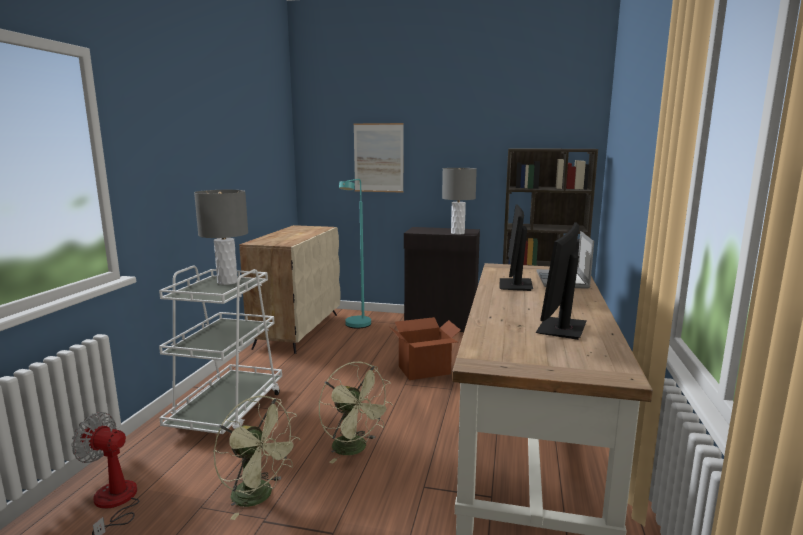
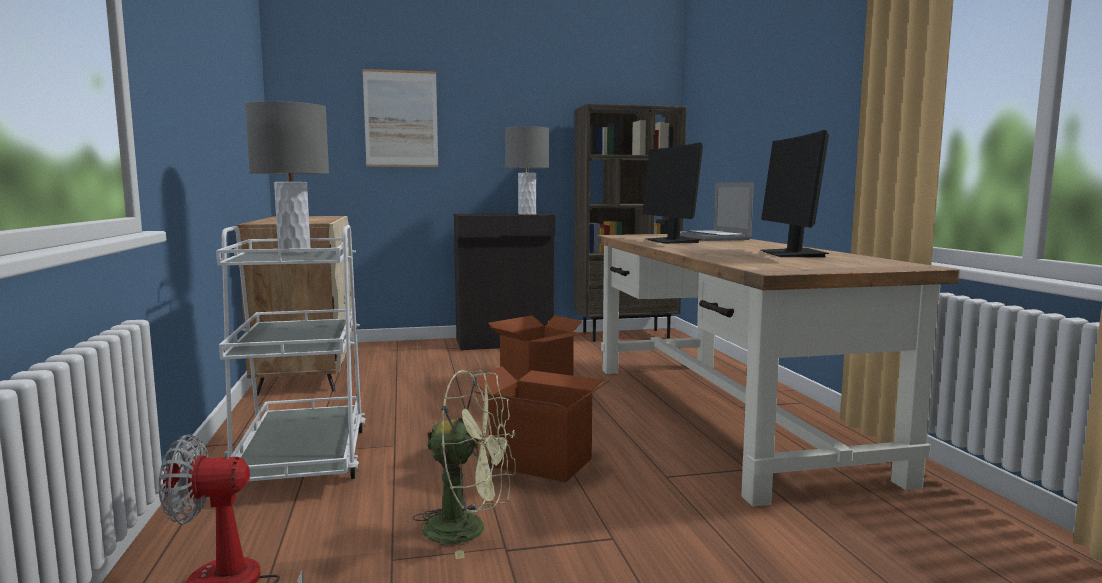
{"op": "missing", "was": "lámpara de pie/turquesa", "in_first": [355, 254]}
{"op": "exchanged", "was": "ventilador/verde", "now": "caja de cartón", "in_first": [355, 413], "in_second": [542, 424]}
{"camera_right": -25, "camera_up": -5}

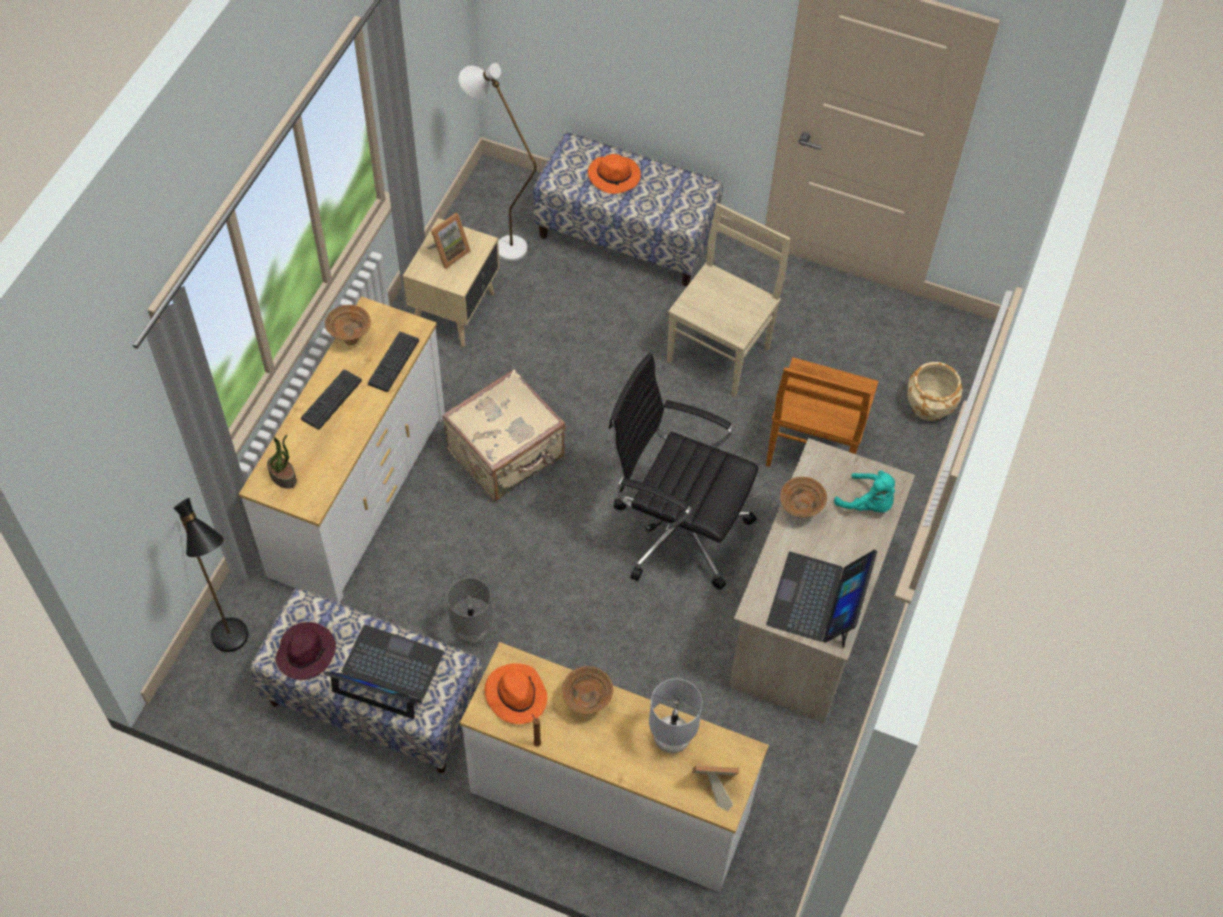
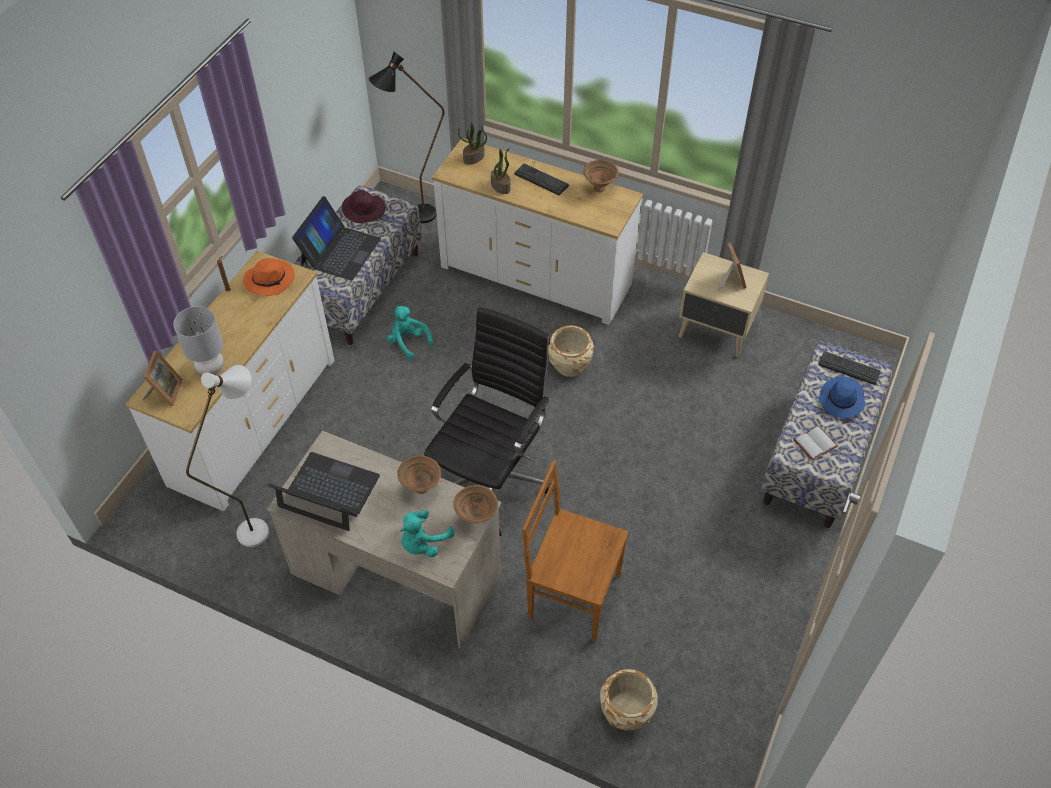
{"op": "relocated", "was": "lámpara de pie/blanco", "in_first": [498, 162], "in_second": [227, 456]}
{"op": "colour", "was": "sombrero/naranja", "now": "sombrero/azul", "in_first": [614, 174], "in_second": [842, 397]}
{"op": "missing", "was": "silla/beis", "in_first": [729, 300]}
{"op": "spun", "was": "portarretratos", "in_first": [449, 241], "in_second": [732, 266], "clockwise": -150}
{"op": "relocated", "was": "teclado", "in_first": [393, 362], "in_second": [849, 368]}
{"op": "exchanged", "was": "maleta/beis", "now": "maceta/beis", "in_first": [503, 435], "in_second": [571, 351]}
{"op": "exchanged", "was": "lámpara de mesa/gris", "now": "peluche/turquesa", "in_first": [470, 611], "in_second": [410, 333]}
{"op": "relocated", "was": "cuenco/marrón", "in_first": [587, 690], "in_second": [475, 504]}
{"op": "appeared", "now": "planta en maceta", "in_second": [500, 171]}
{"op": "appeared", "now": "libro/blanco", "in_second": [816, 443]}
{"camera_right": 95, "camera_up": -5}

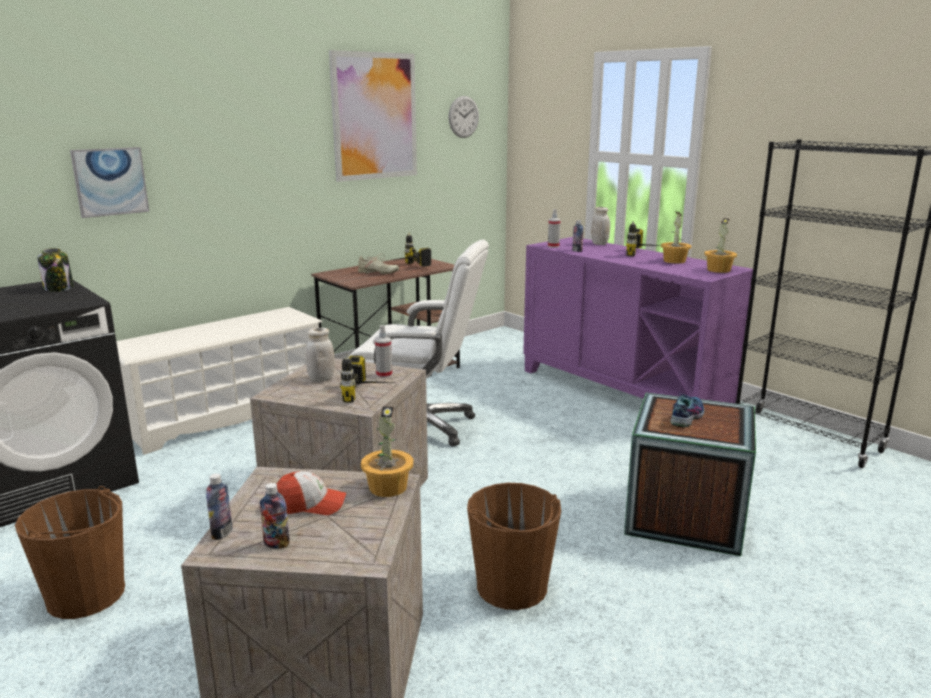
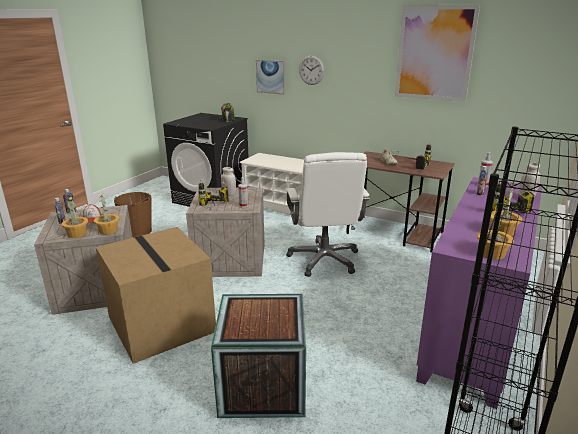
{"op": "relocated", "was": "reloj de pared", "in_first": [463, 117], "in_second": [312, 70]}
{"op": "missing", "was": "zapato", "in_first": [687, 409]}
{"op": "exchanged", "was": "cubo/marrón", "now": "caja de cartón", "in_first": [514, 546], "in_second": [156, 295]}
{"op": "appeared", "now": "planta en maceta", "in_second": [75, 217]}
{"camera_right": 70, "camera_up": 5}

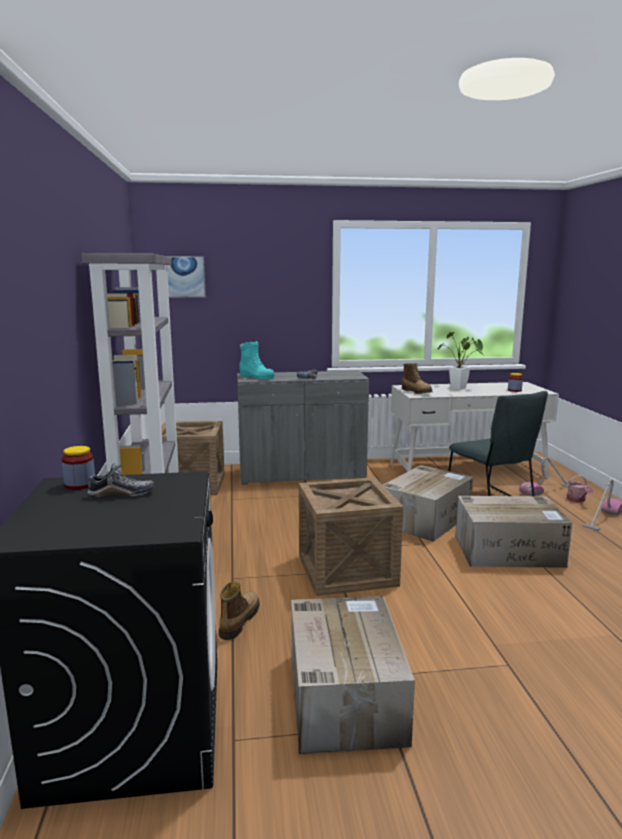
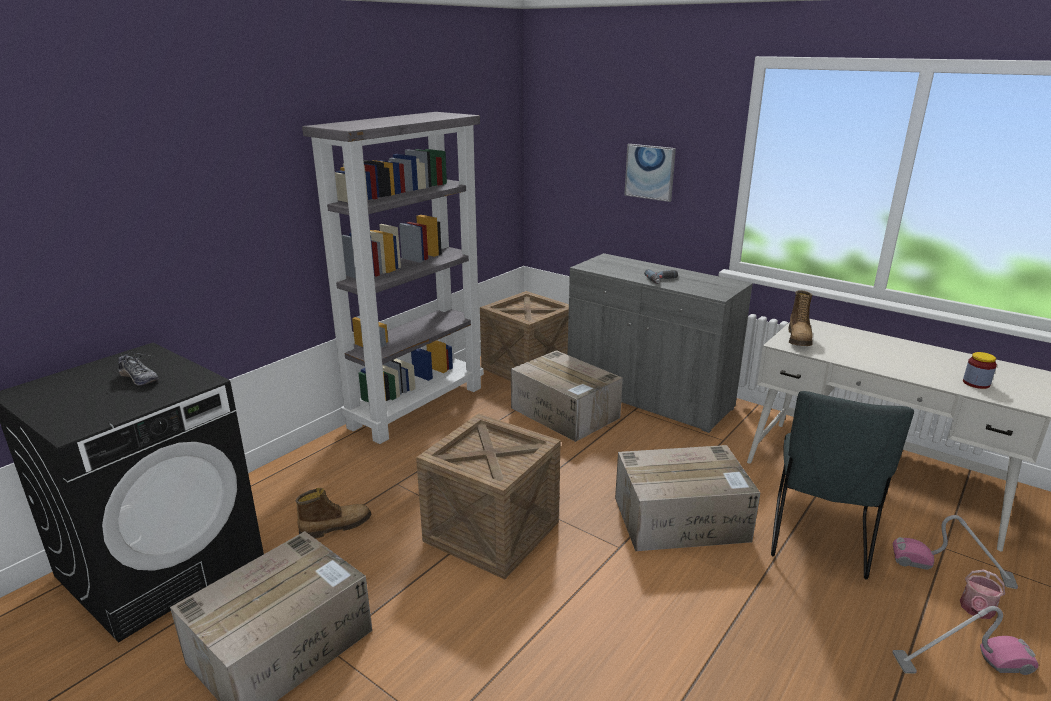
{"op": "relocated", "was": "cuadro", "in_first": [186, 277], "in_second": [650, 173]}
{"op": "missing", "was": "planta en maceta", "in_first": [460, 361]}
{"op": "missing", "was": "bota/turquesa", "in_first": [256, 360]}
{"op": "missing", "was": "tarro", "in_first": [78, 468]}
{"op": "relocated", "was": "caja de cartón", "in_first": [513, 532], "in_second": [567, 396]}
{"camera_right": 45, "camera_up": 10}

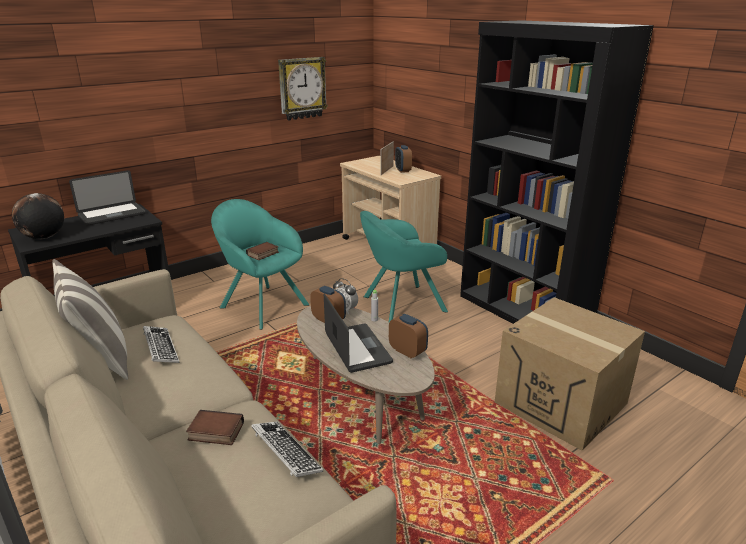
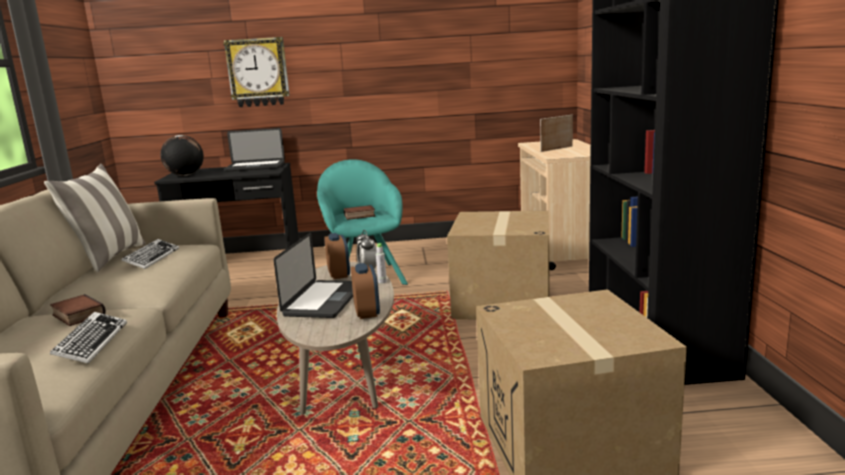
{"op": "relocated", "was": "reloj de pared", "in_first": [303, 89], "in_second": [256, 72]}
{"op": "missing", "was": "despertador", "in_first": [403, 159]}
{"op": "exchanged", "was": "sillón/turquesa", "now": "caja de cartón", "in_first": [404, 266], "in_second": [498, 265]}
{"camera_right": 35, "camera_up": -10}

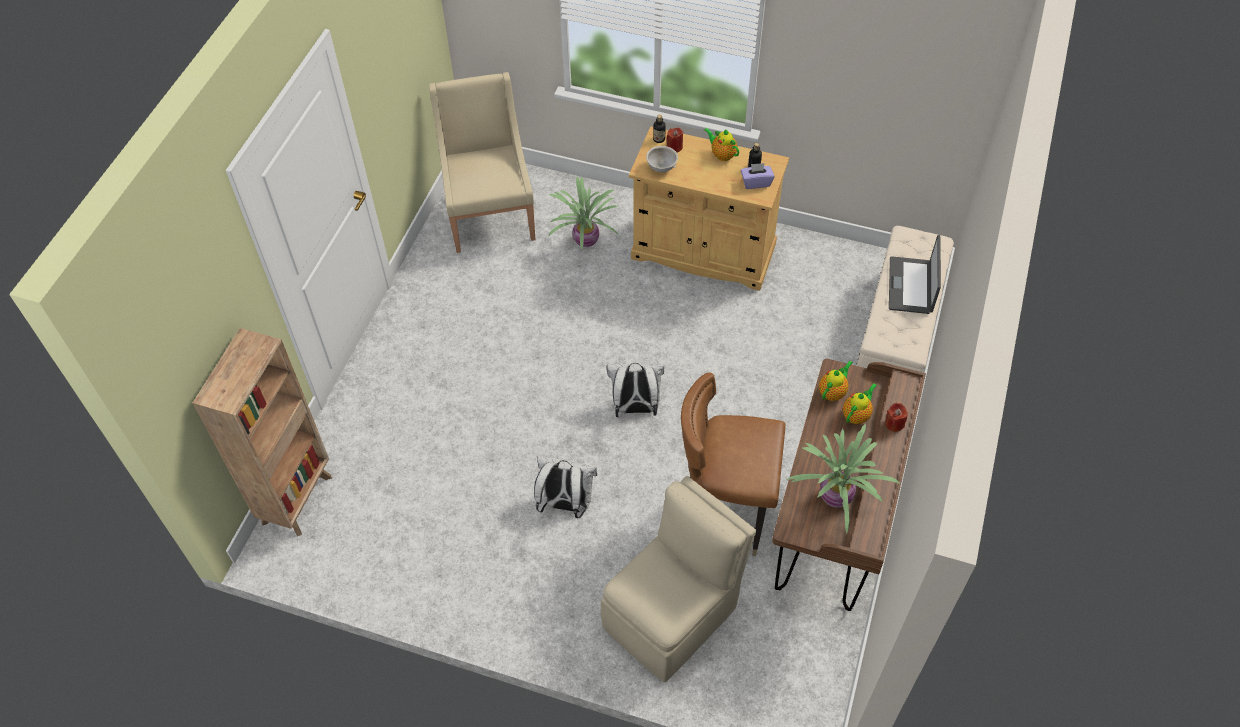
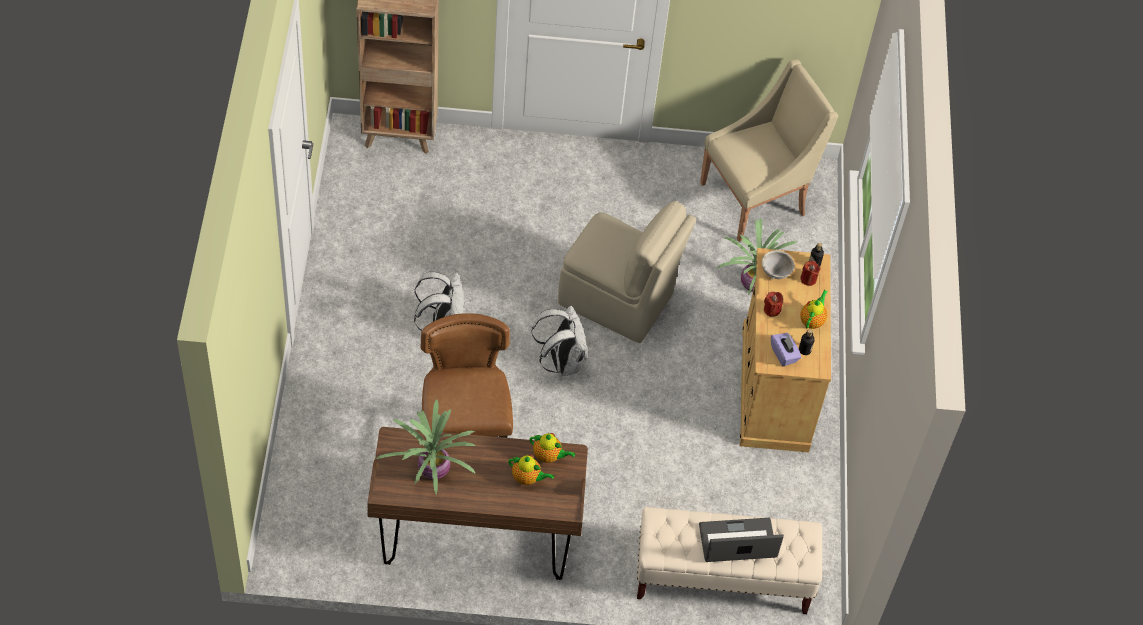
{"op": "relocated", "was": "vela/rojo", "in_first": [896, 417], "in_second": [773, 304]}
{"op": "relocated", "was": "silla/beis", "in_first": [678, 579], "in_second": [627, 272]}
{"camera_right": 70, "camera_up": 0}

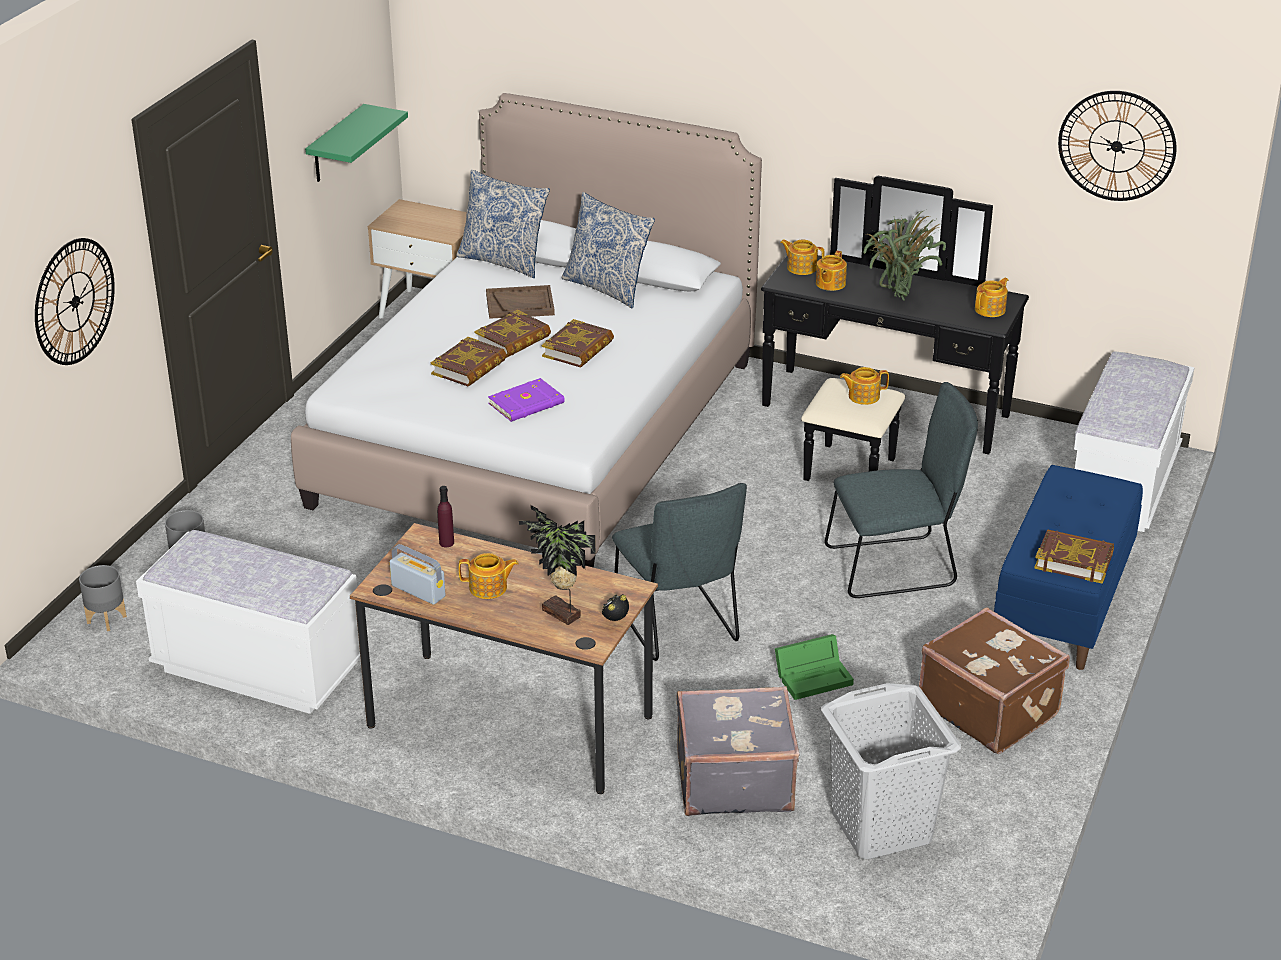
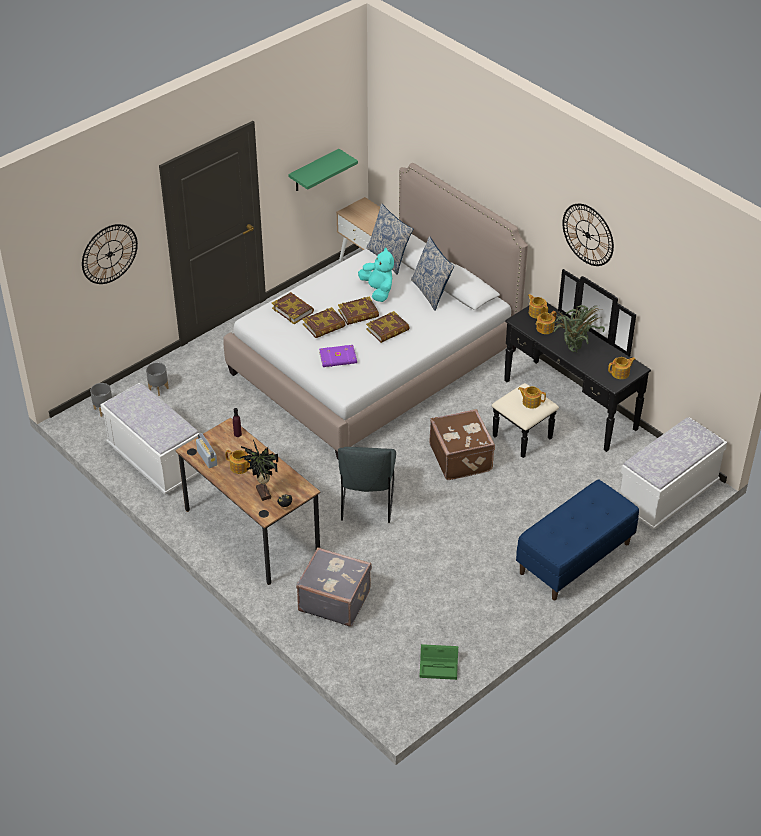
{"op": "relocated", "was": "reloj de pared", "in_first": [1117, 146], "in_second": [588, 235]}
{"op": "exchanged", "was": "bandeja/marrón", "now": "peluche/turquesa", "in_first": [520, 302], "in_second": [376, 275]}
{"op": "missing", "was": "silla/gris", "in_first": [901, 490]}
{"op": "relocated", "was": "libro", "in_first": [1074, 556], "in_second": [293, 308]}
{"op": "relocated", "was": "maleta/marrón", "in_first": [994, 680], "in_second": [462, 444]}
{"op": "relocated", "was": "caja de almacenaje/verde", "in_first": [814, 667], "in_second": [438, 662]}
{"op": "missing", "was": "cesto de la ropa/gris", "in_first": [891, 771]}
{"camera_right": 25, "camera_up": 10}

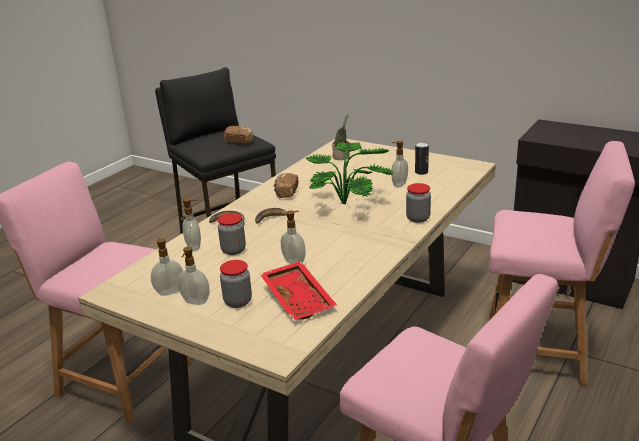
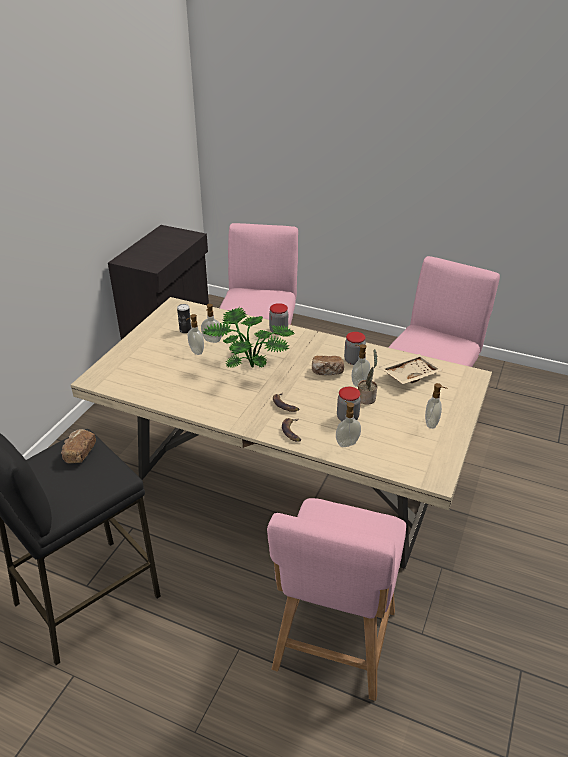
{"op": "relocated", "was": "planta en maceta", "in_first": [341, 136], "in_second": [367, 376]}
{"op": "relocated", "was": "pan", "in_first": [286, 185], "in_second": [328, 365]}
{"op": "relocated", "was": "dispensador de jabón", "in_first": [167, 267], "in_second": [195, 334]}
{"op": "relocated", "was": "tarro", "in_first": [236, 284], "in_second": [355, 348]}
{"op": "colour", "was": "bandeja/rojo", "now": "bandeja/beis", "in_first": [298, 291], "in_second": [411, 369]}
{"camera_right": -100, "camera_up": 10}

